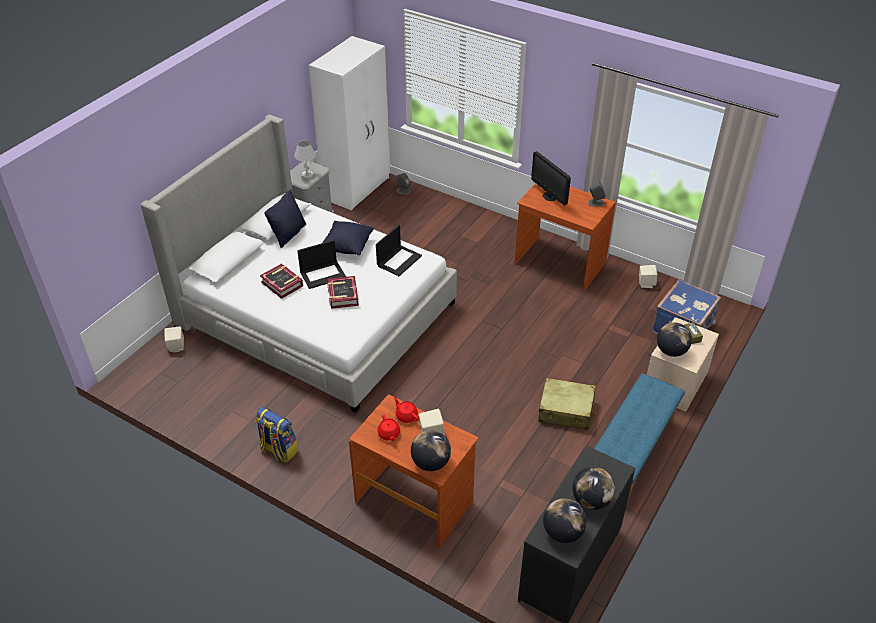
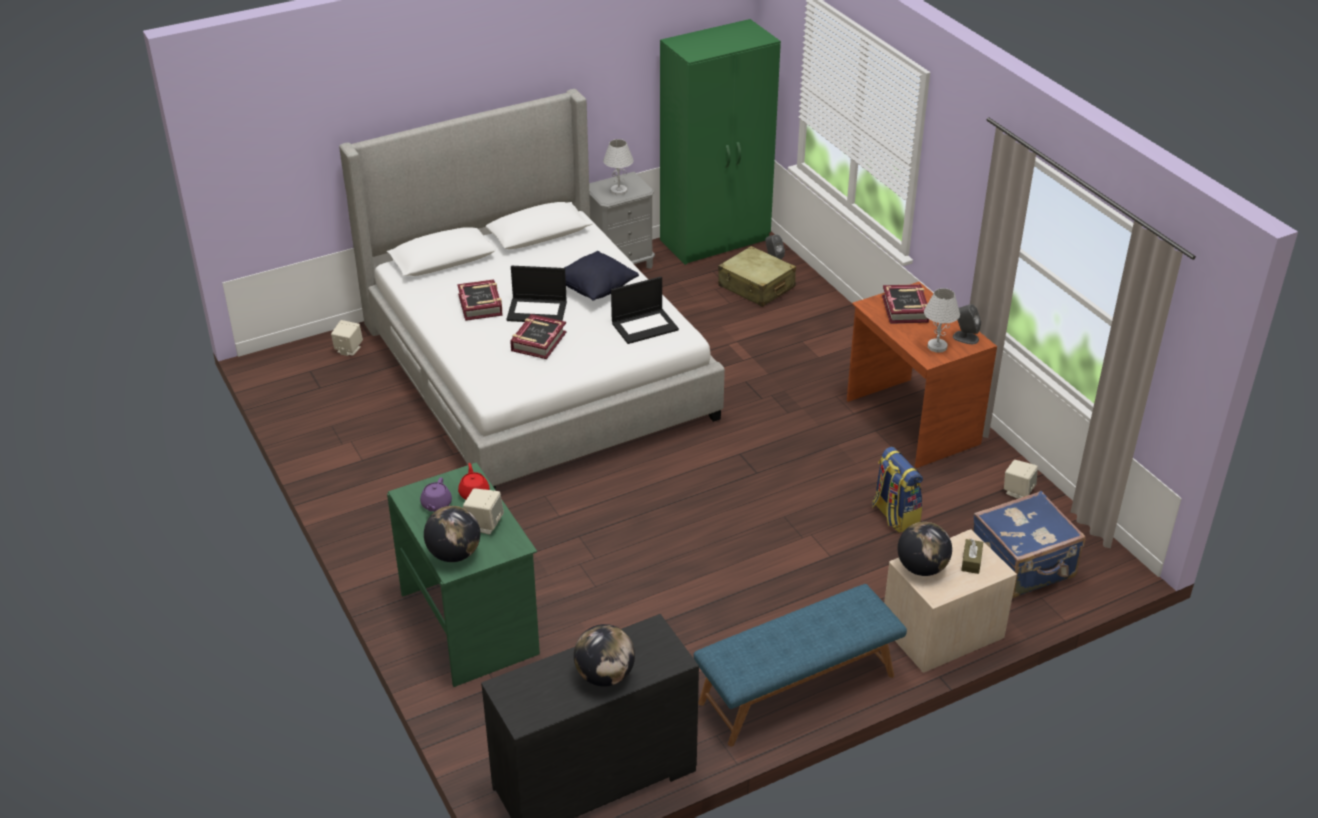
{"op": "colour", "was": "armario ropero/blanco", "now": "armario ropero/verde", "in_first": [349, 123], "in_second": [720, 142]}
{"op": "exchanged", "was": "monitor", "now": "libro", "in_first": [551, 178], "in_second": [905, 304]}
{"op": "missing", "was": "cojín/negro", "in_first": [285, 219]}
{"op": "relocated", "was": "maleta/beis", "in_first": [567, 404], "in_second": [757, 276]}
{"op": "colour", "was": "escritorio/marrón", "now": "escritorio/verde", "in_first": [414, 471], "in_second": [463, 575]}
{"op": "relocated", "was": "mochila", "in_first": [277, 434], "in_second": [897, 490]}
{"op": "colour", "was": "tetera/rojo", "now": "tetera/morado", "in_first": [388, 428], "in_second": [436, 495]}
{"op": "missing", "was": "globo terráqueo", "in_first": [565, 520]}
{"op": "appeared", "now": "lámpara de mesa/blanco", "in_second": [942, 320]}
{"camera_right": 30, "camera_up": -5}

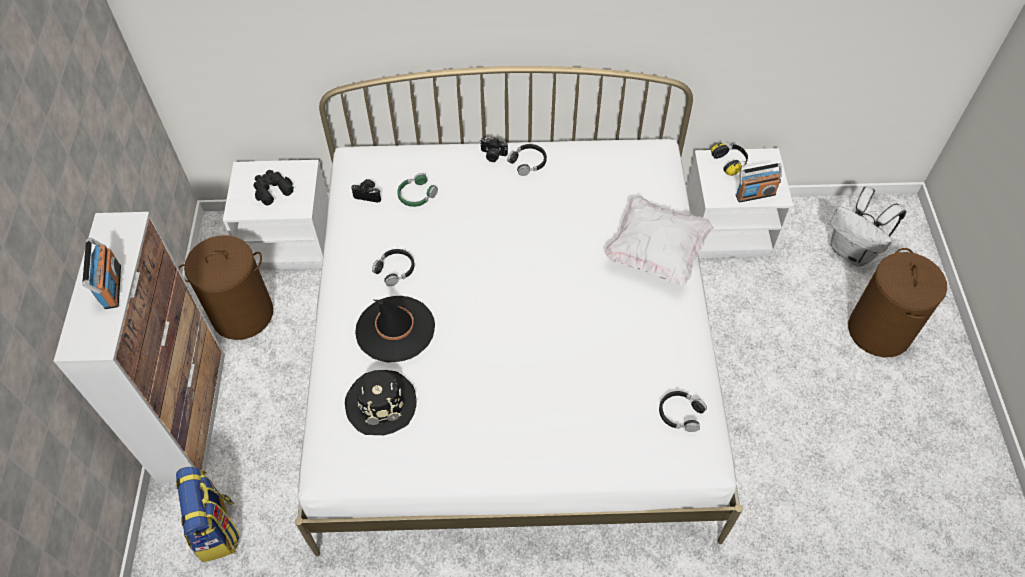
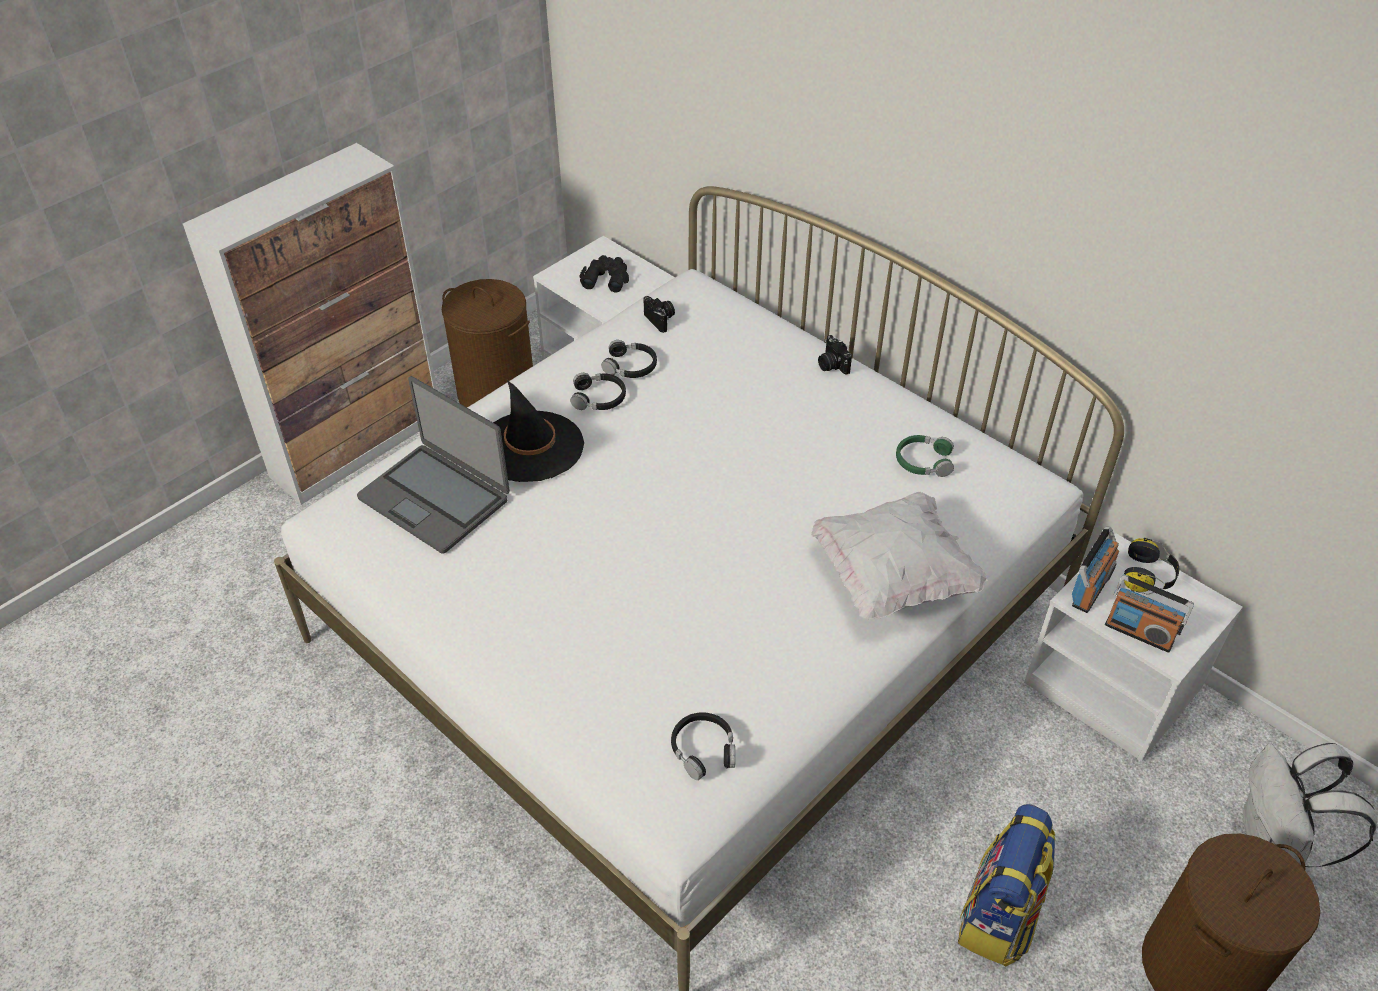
{"op": "relocated", "was": "auriculares/negro", "in_first": [527, 160], "in_second": [629, 359]}
{"op": "relocated", "was": "auriculares/verde", "in_first": [417, 190], "in_second": [925, 456]}
{"op": "relocated", "was": "radio", "in_first": [101, 273], "in_second": [1095, 570]}
{"op": "exchanged", "was": "sombrero/negro", "now": "portátil", "in_first": [381, 402], "in_second": [433, 465]}
{"op": "relocated", "was": "mochila", "in_first": [208, 514], "in_second": [1006, 885]}
{"camera_right": 45, "camera_up": -10}

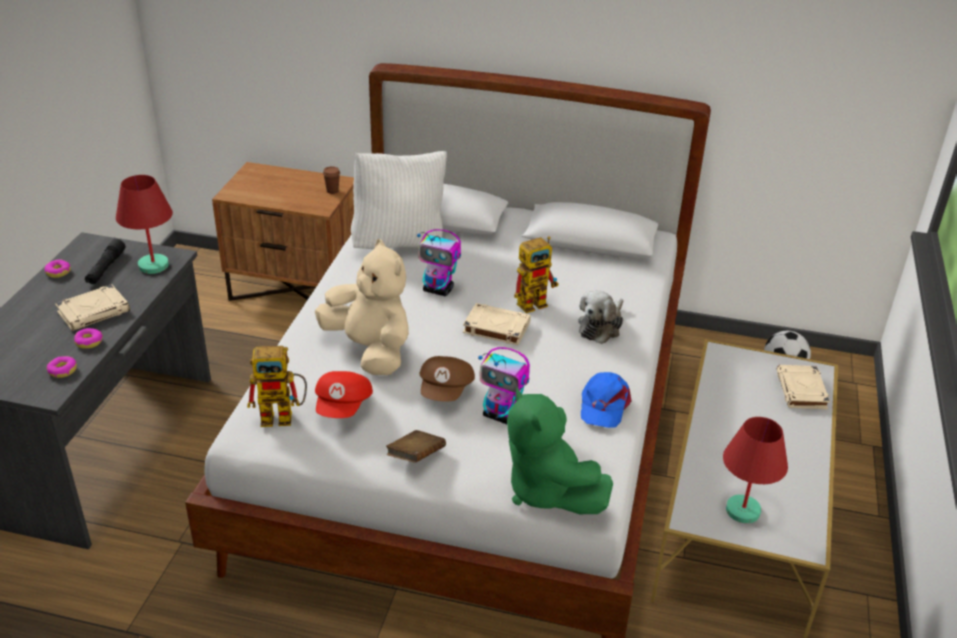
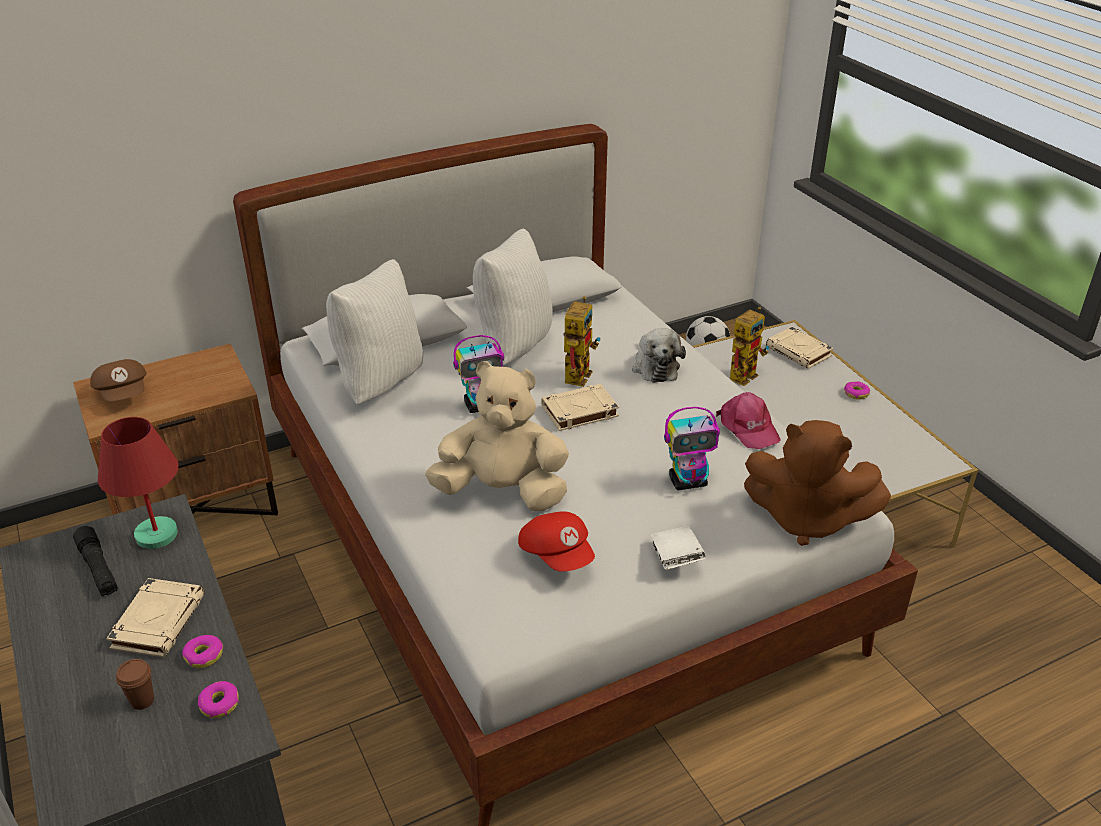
{"op": "relocated", "was": "taza/marrón", "in_first": [331, 180], "in_second": [135, 684]}
{"op": "relocated", "was": "rosquilla", "in_first": [57, 268], "in_second": [857, 391]}
{"op": "relocated", "was": "robot de juguete", "in_first": [277, 386], "in_second": [749, 346]}
{"op": "relocated", "was": "gorra/marrón", "in_first": [447, 378], "in_second": [118, 380]}
{"op": "colour", "was": "gorra/azul", "now": "gorra/rosa", "in_first": [606, 400], "in_second": [748, 420]}
{"op": "colour", "was": "peluche/verde", "now": "peluche/marrón", "in_first": [560, 450], "in_second": [817, 483]}
{"op": "missing", "was": "lámpara de mesa/rojo", "in_first": [755, 470]}
{"op": "colour", "was": "libro/marrón", "now": "libro/blanco", "in_first": [416, 446], "in_second": [678, 548]}
{"op": "appeared", "now": "cojín/blanco", "in_second": [513, 297]}
{"camera_right": -40, "camera_up": 0}

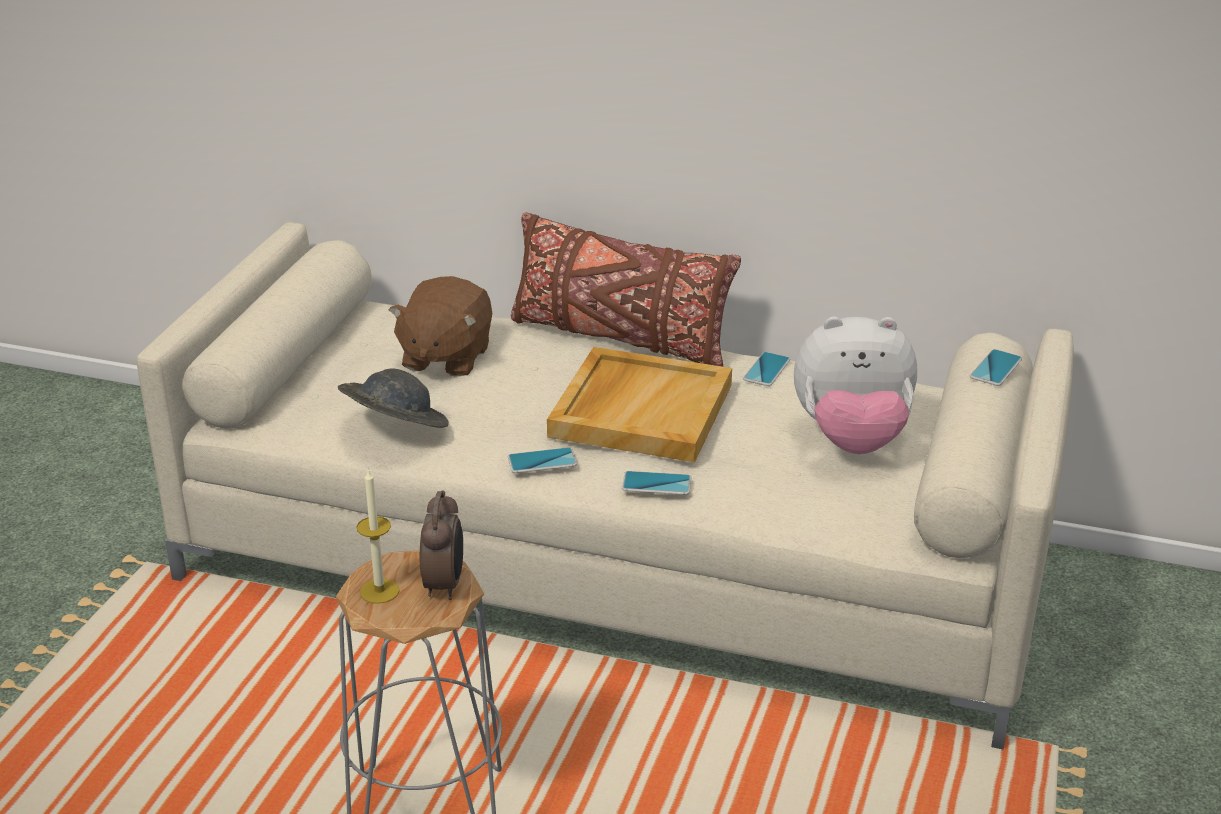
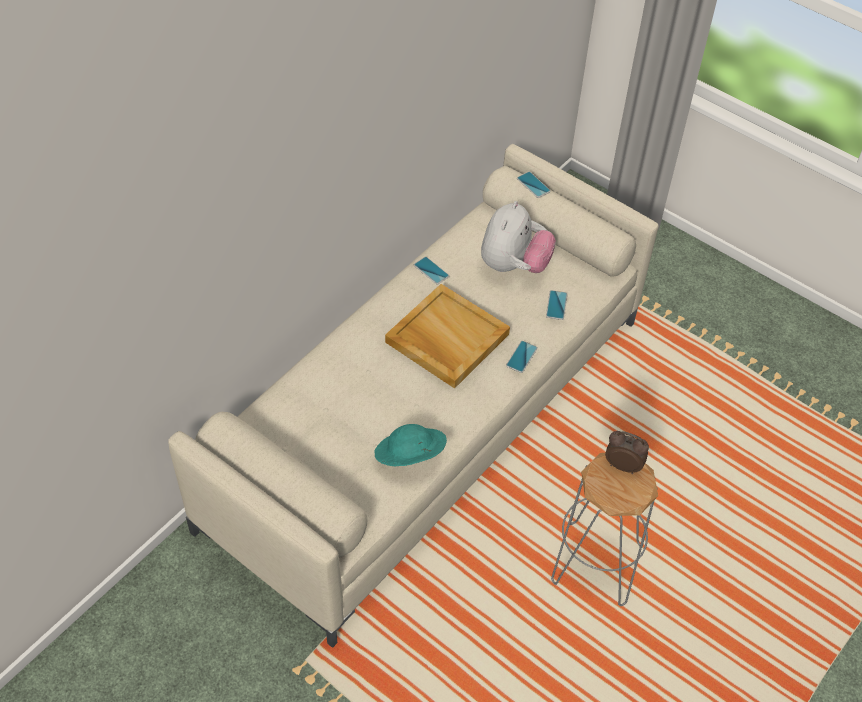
{"op": "missing", "was": "cojín/marrón", "in_first": [626, 290]}
{"op": "missing", "was": "peluche/marrón", "in_first": [440, 326]}
{"op": "colour", "was": "sombrero/gris", "now": "sombrero/turquesa", "in_first": [393, 398], "in_second": [410, 445]}
{"op": "relocated", "was": "móvil", "in_first": [542, 460], "in_second": [556, 305]}
{"op": "missing", "was": "vela", "in_first": [378, 536]}
{"camera_right": -70, "camera_up": 20}

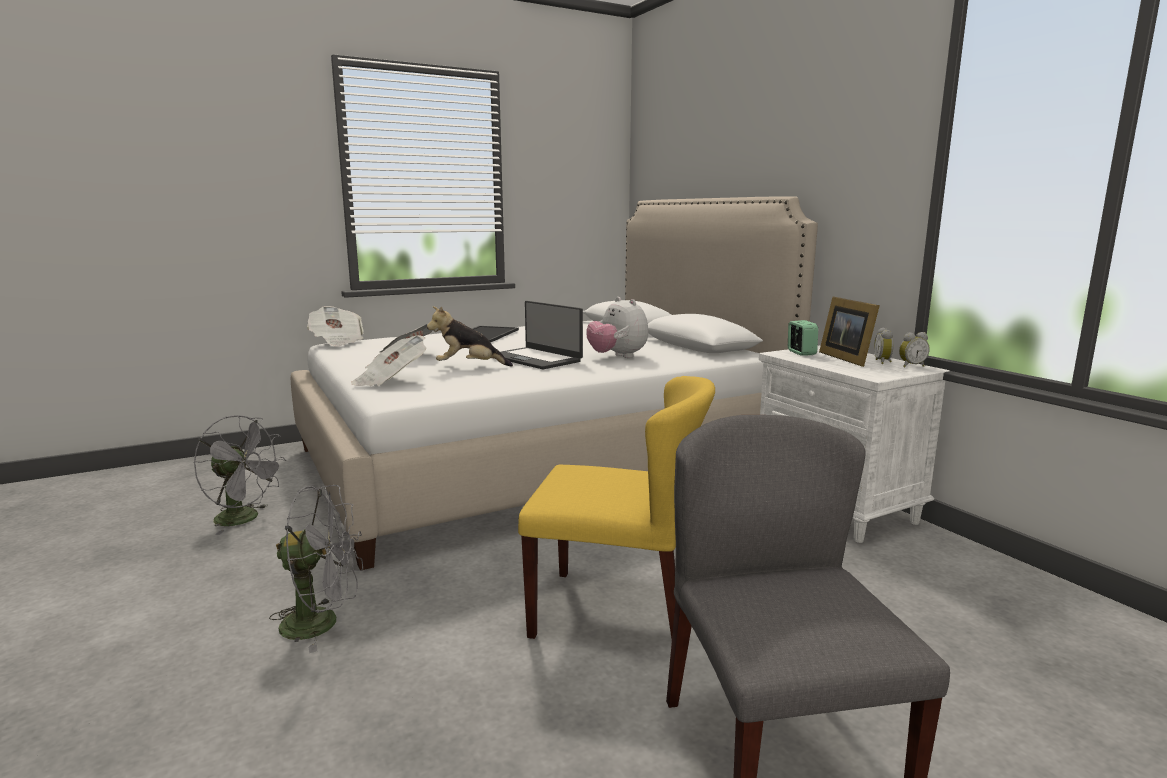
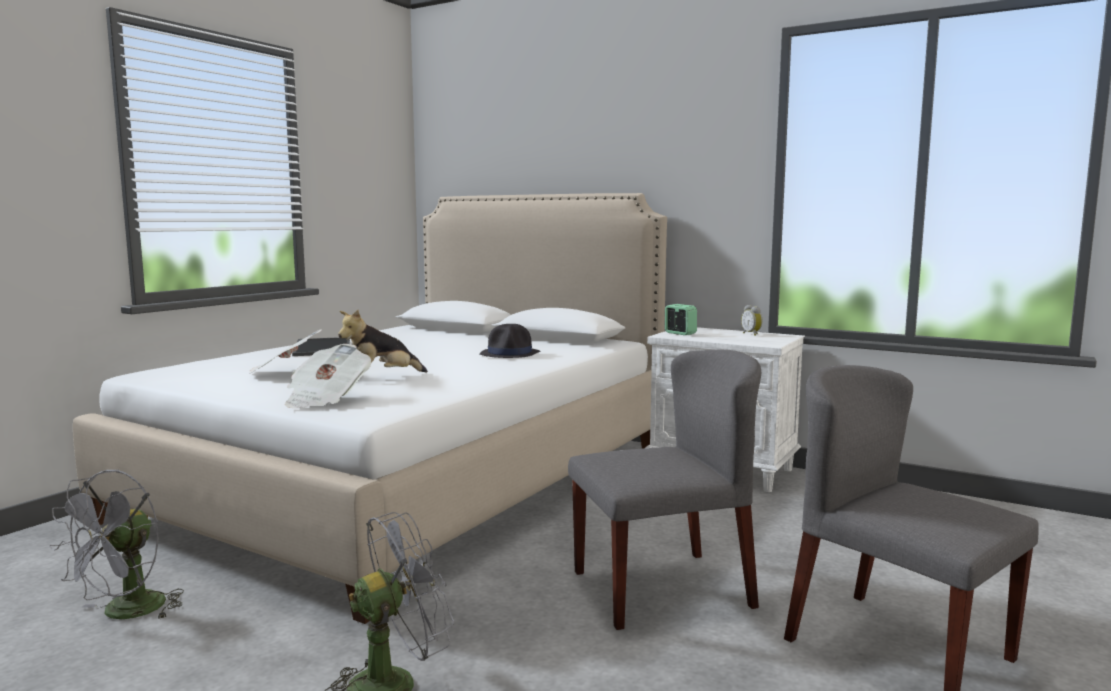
{"op": "exchanged", "was": "peluche", "now": "sombrero/negro", "in_first": [617, 327], "in_second": [510, 341]}
{"op": "missing", "was": "portarretratos", "in_first": [849, 332]}
{"op": "missing", "was": "portátil", "in_first": [542, 335]}
{"op": "missing", "was": "periódico", "in_first": [335, 326]}
{"op": "missing", "was": "despertador", "in_first": [914, 350]}
{"op": "colour", "was": "silla/amarillo", "now": "silla/gris", "in_first": [616, 507], "in_second": [664, 490]}
{"op": "spun", "was": "ventilador/gris", "in_first": [240, 475], "in_second": [116, 544], "clockwise": 120}
{"camera_right": -30, "camera_up": -5}

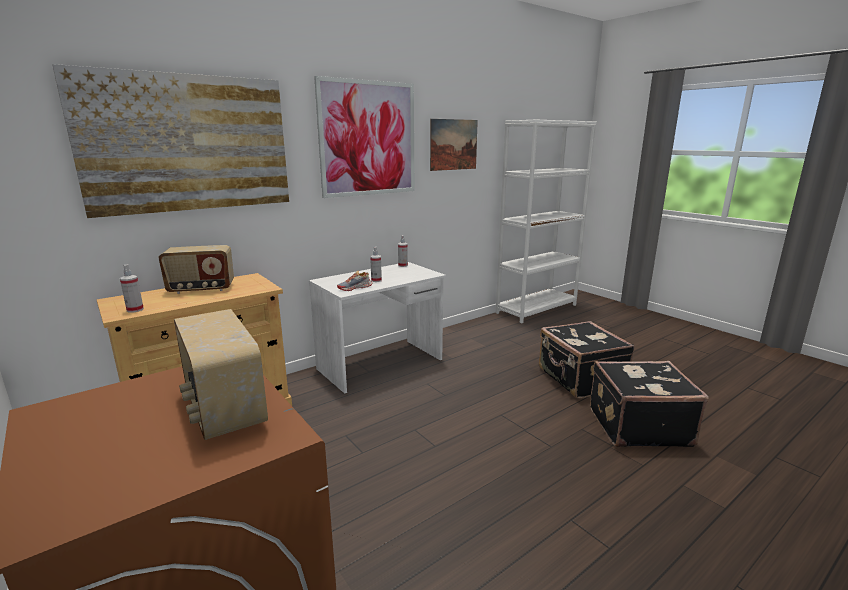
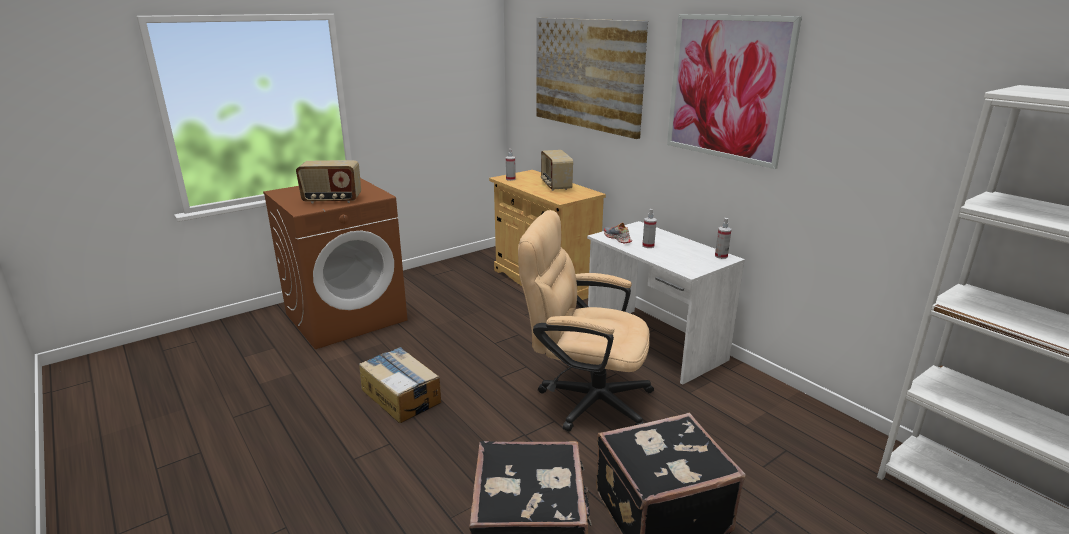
{"op": "missing", "was": "cuadro", "in_first": [454, 145]}
{"op": "spun", "was": "radio", "in_first": [221, 374], "in_second": [328, 181], "clockwise": -150}
{"op": "appeared", "now": "silla de oficina/beis", "in_second": [586, 321]}
{"op": "appeared", "now": "caja de cartón", "in_second": [400, 385]}
{"camera_right": 90, "camera_up": 5}

